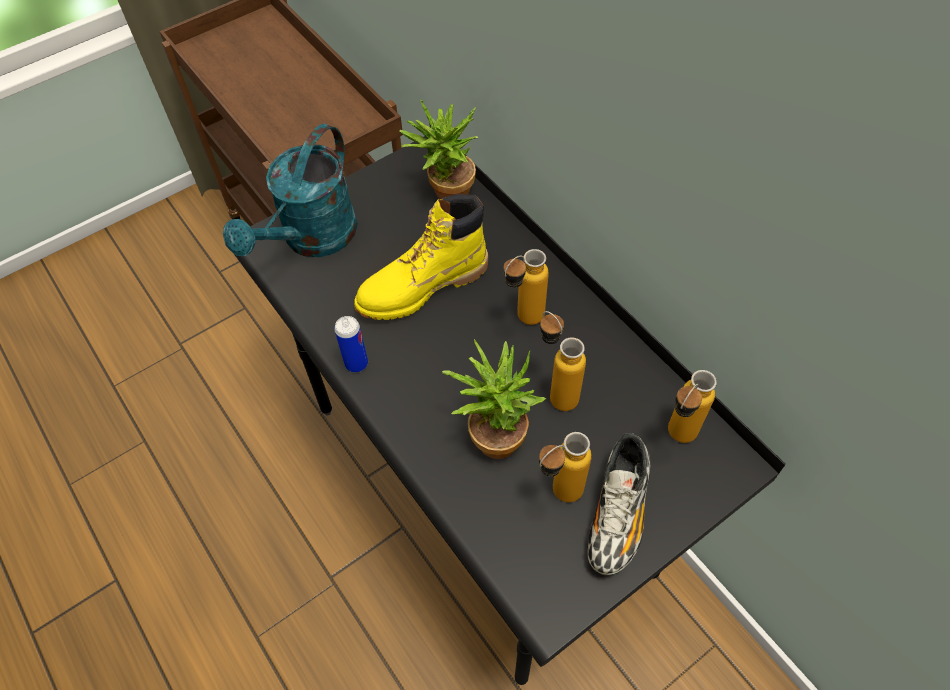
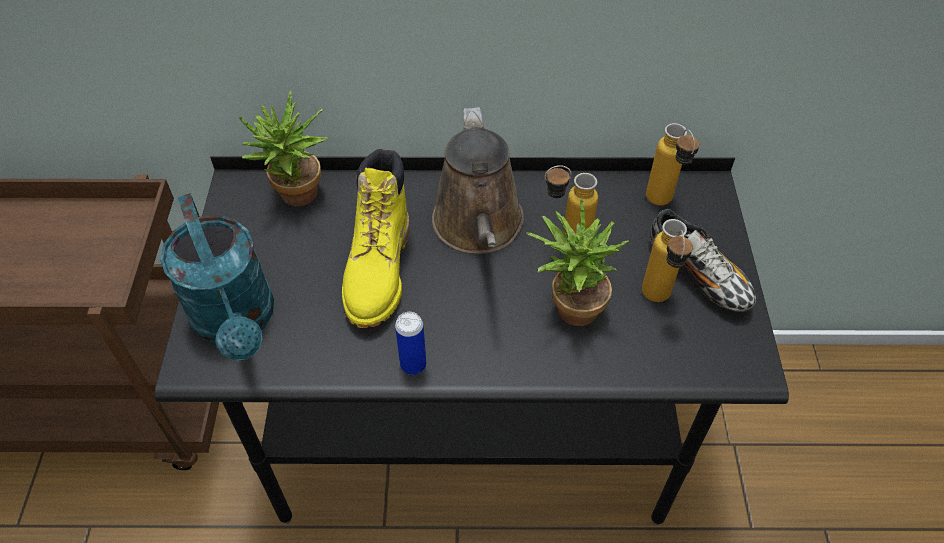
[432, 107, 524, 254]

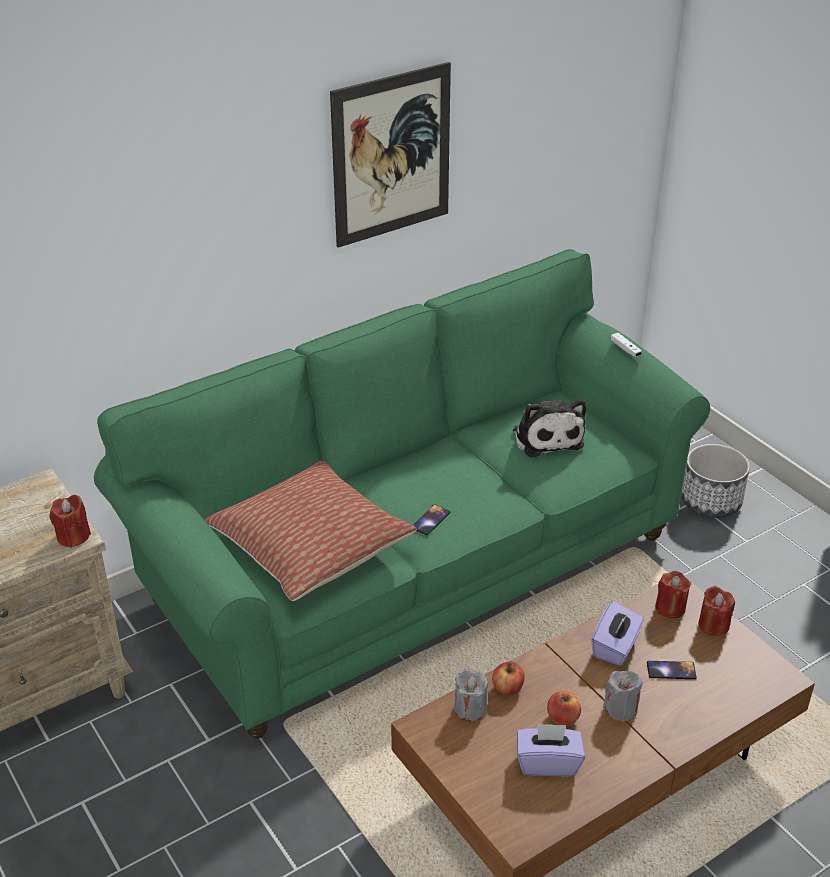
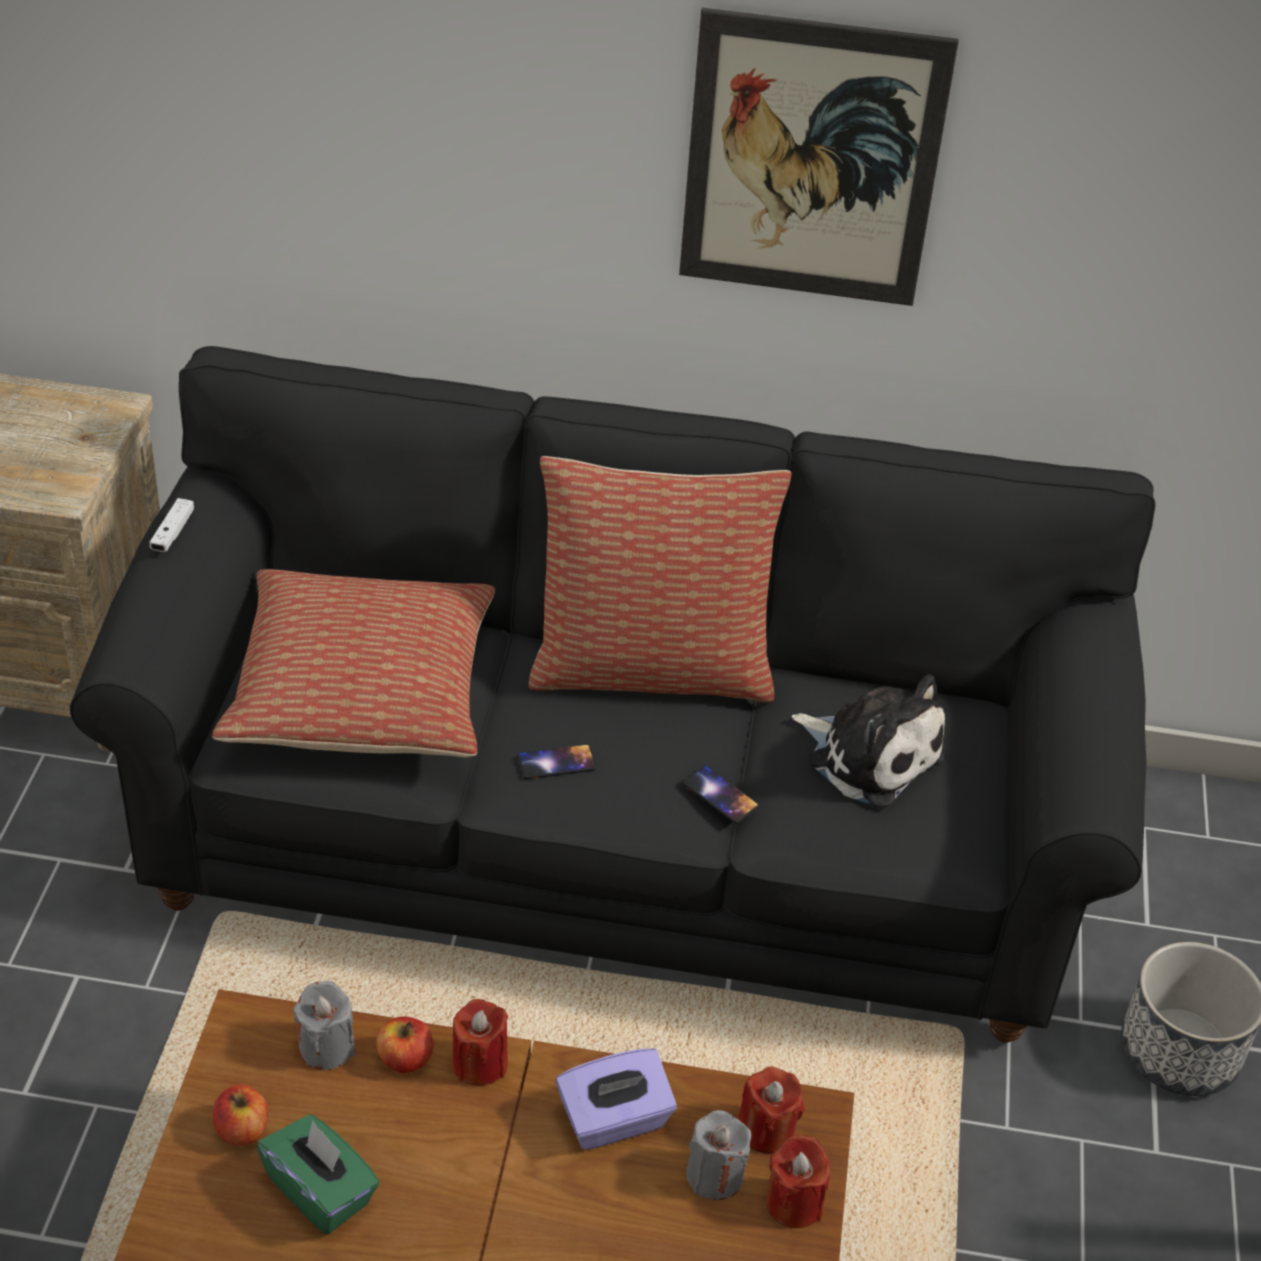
[452, 999, 508, 1086]
[70, 346, 1156, 1043]
[792, 674, 946, 809]
[256, 1114, 380, 1235]
[213, 1085, 268, 1146]
[687, 1110, 751, 1200]
[150, 498, 194, 552]
[682, 766, 759, 824]
[529, 456, 792, 702]

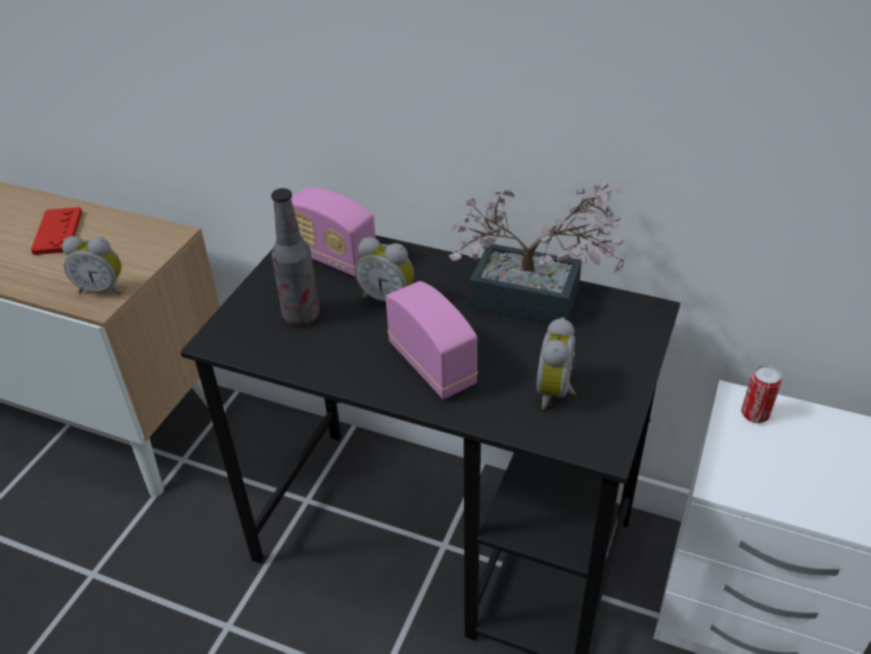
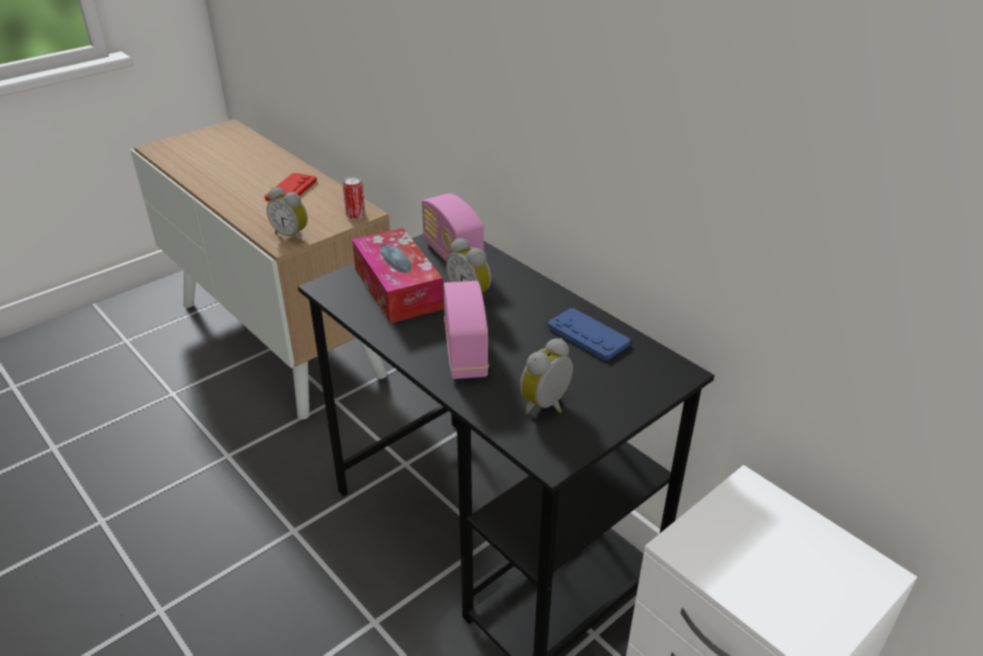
[352, 228, 444, 323]
[547, 308, 631, 361]
[343, 177, 365, 220]

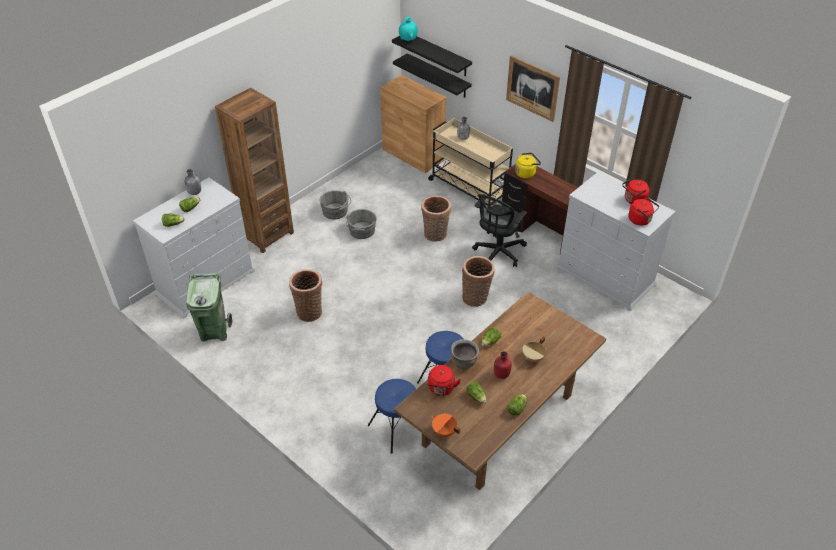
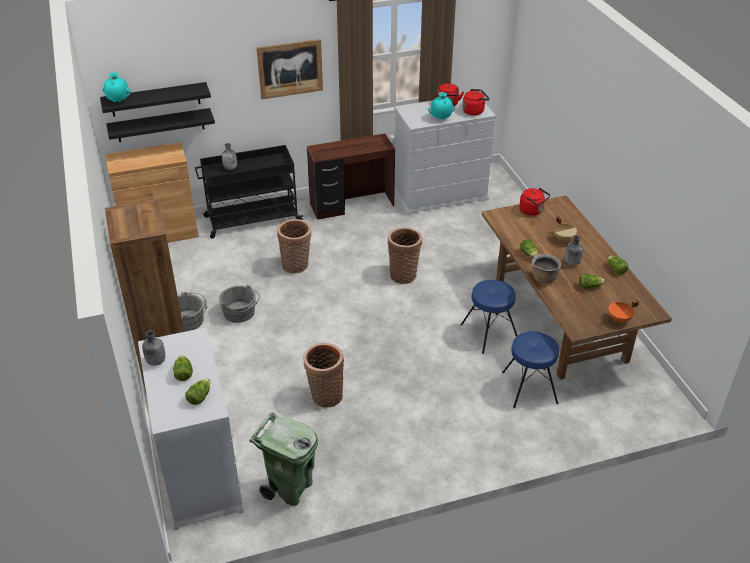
[519, 188, 550, 216]
[195, 145, 303, 238]
[472, 194, 527, 267] (first image)
[565, 236, 583, 266]
[515, 153, 541, 178] (first image)
[429, 92, 455, 119]

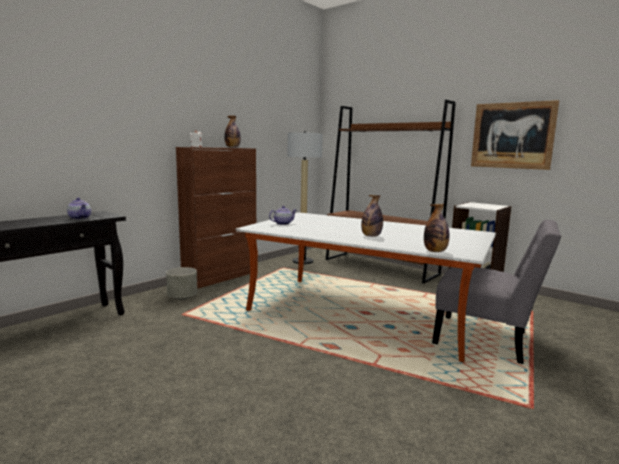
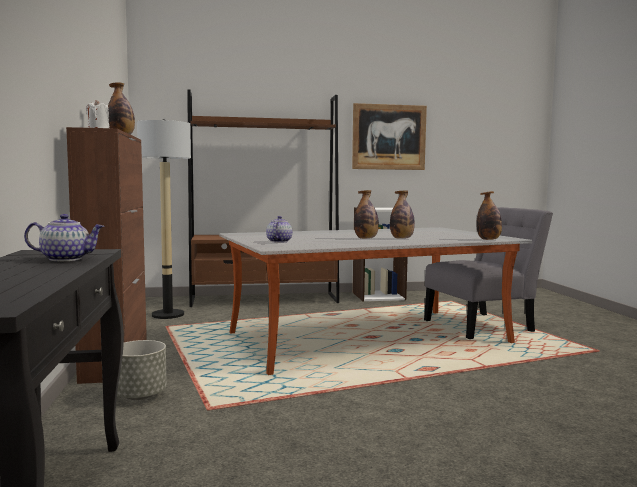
[354, 190, 379, 239]

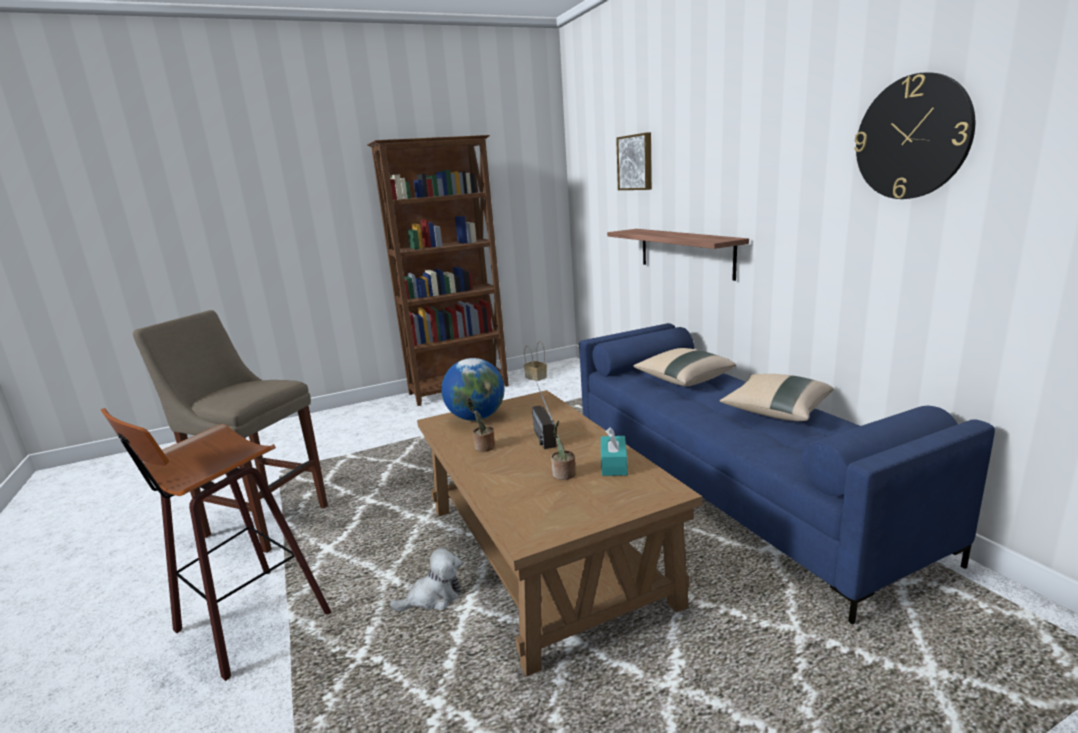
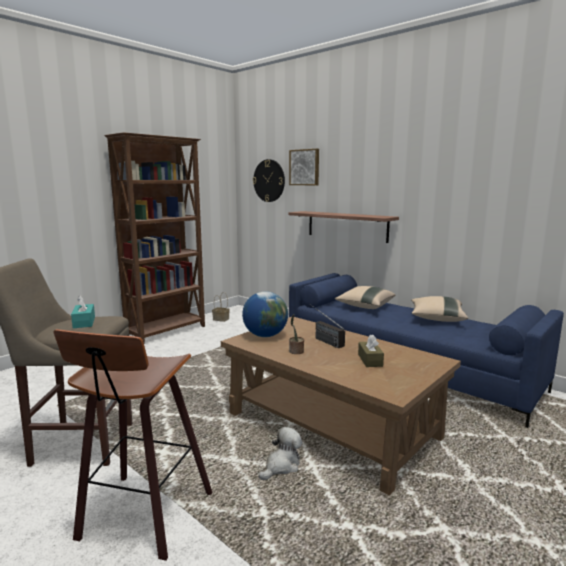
[358, 335, 384, 367]
[71, 296, 95, 328]
[253, 159, 285, 202]

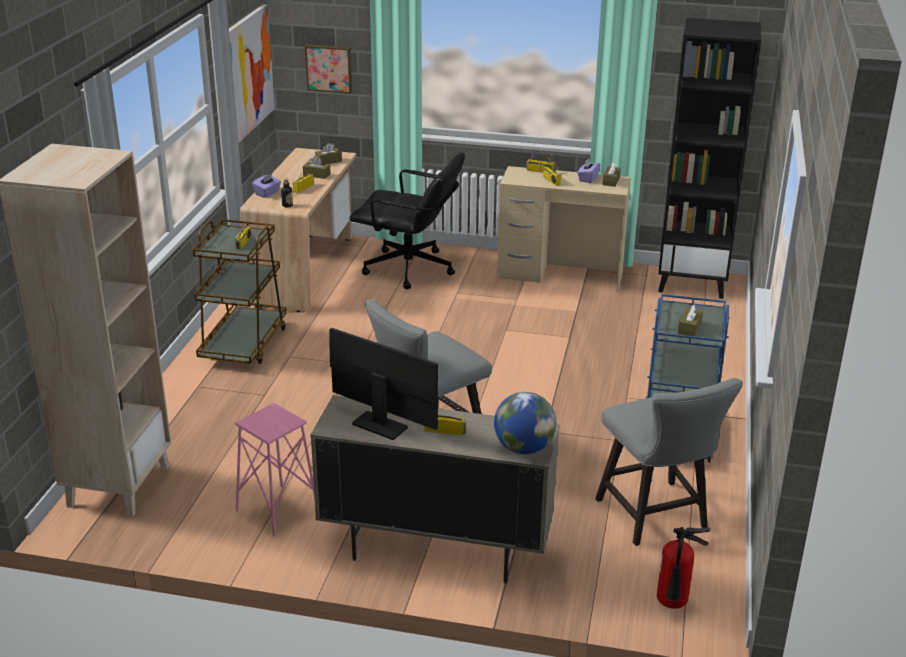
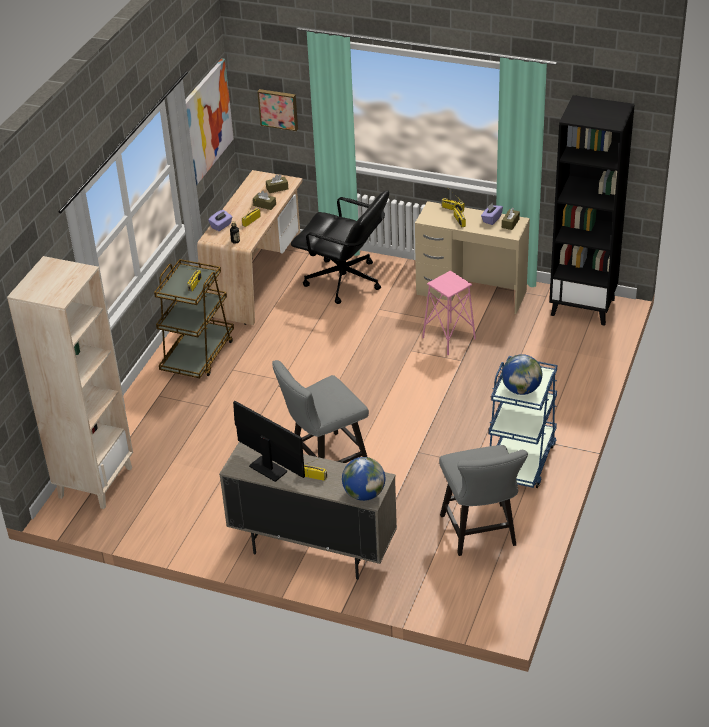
[422, 271, 476, 355]
[657, 527, 710, 609] (first image)
[502, 354, 542, 395]

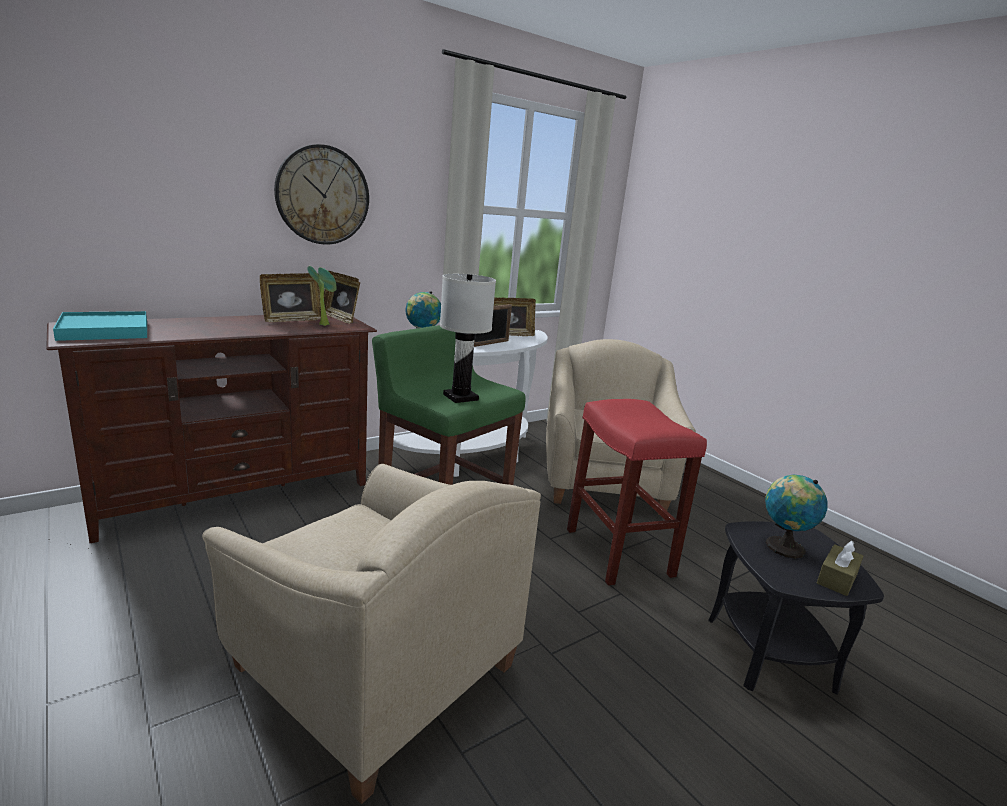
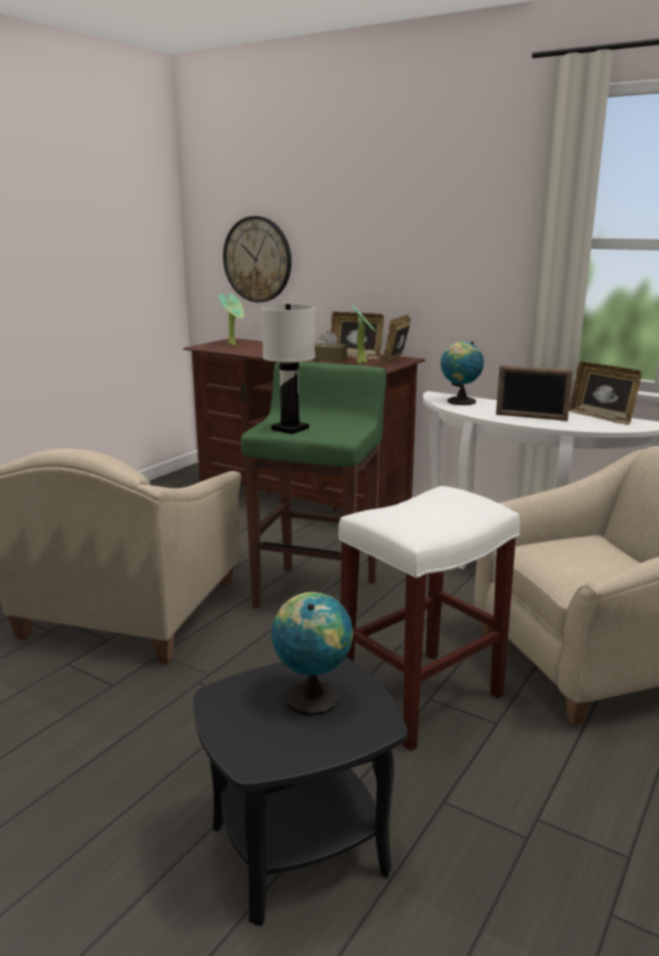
[219, 293, 244, 346]
[223, 216, 292, 302]
[338, 486, 520, 751]
[311, 331, 347, 362]

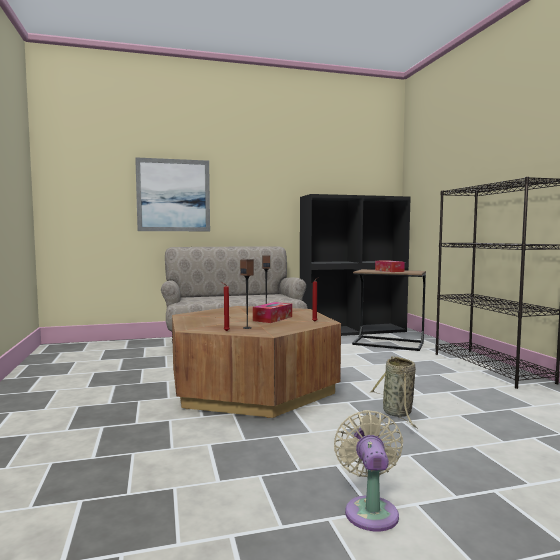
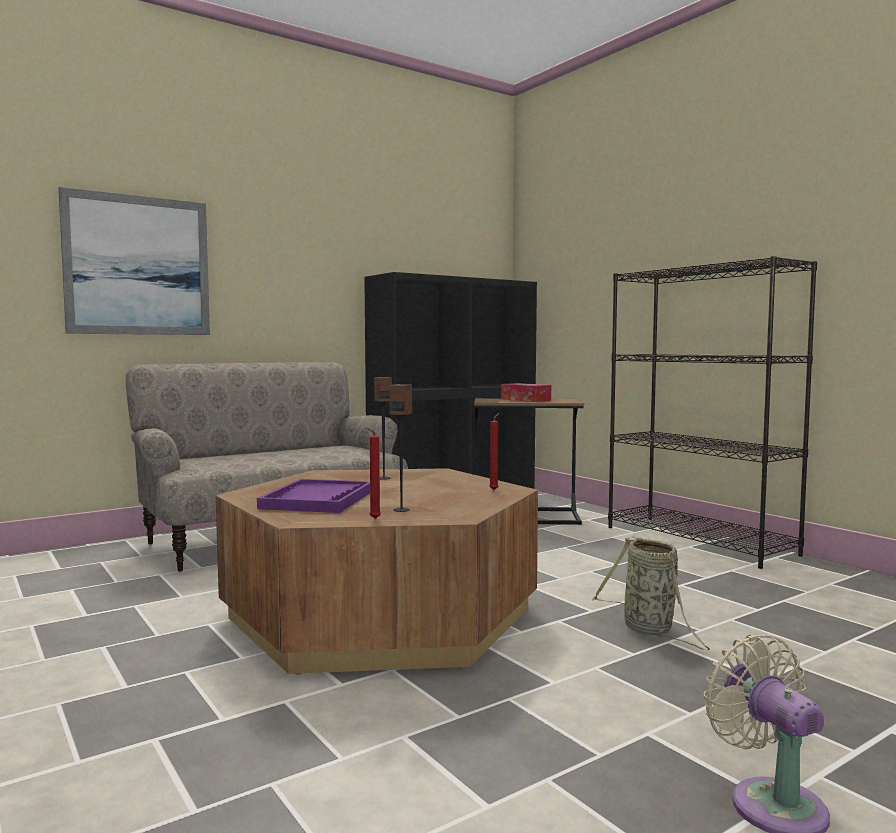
[253, 302, 292, 323] (first image)
[257, 479, 370, 513]

